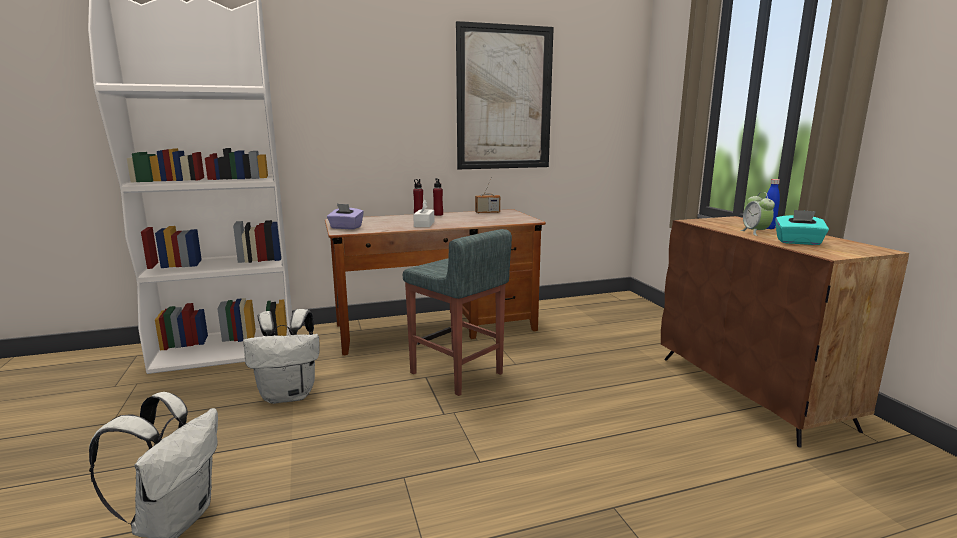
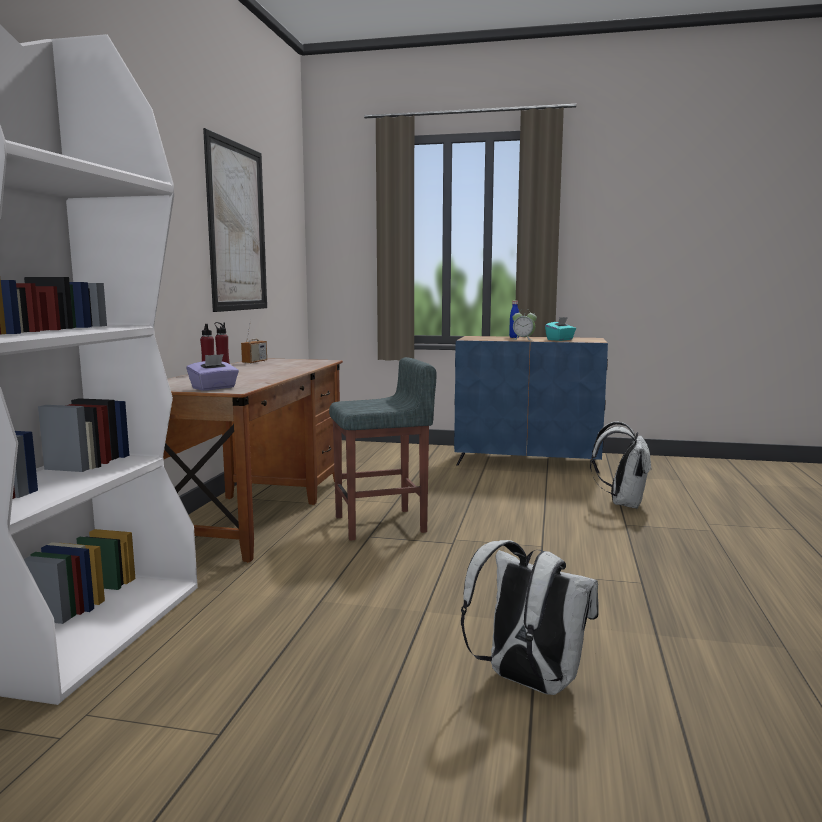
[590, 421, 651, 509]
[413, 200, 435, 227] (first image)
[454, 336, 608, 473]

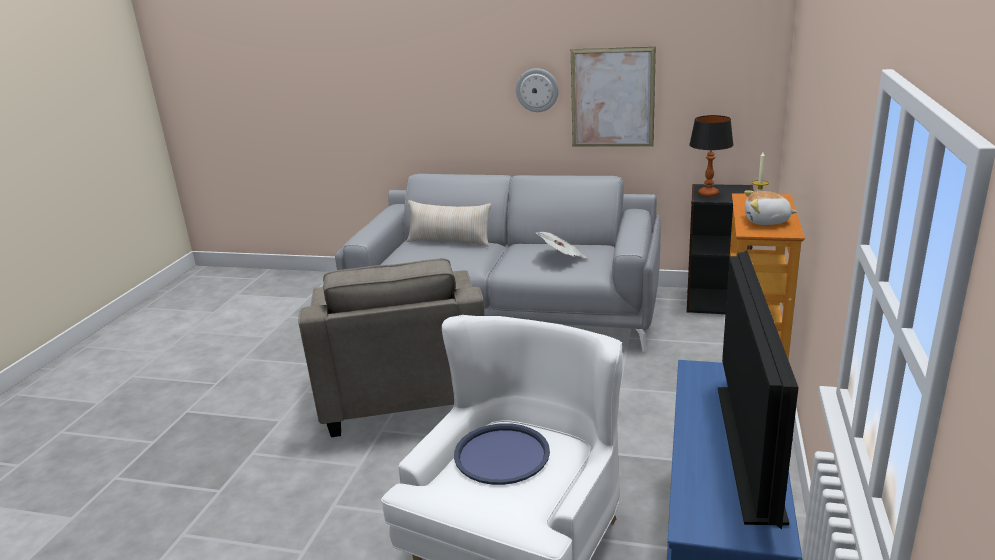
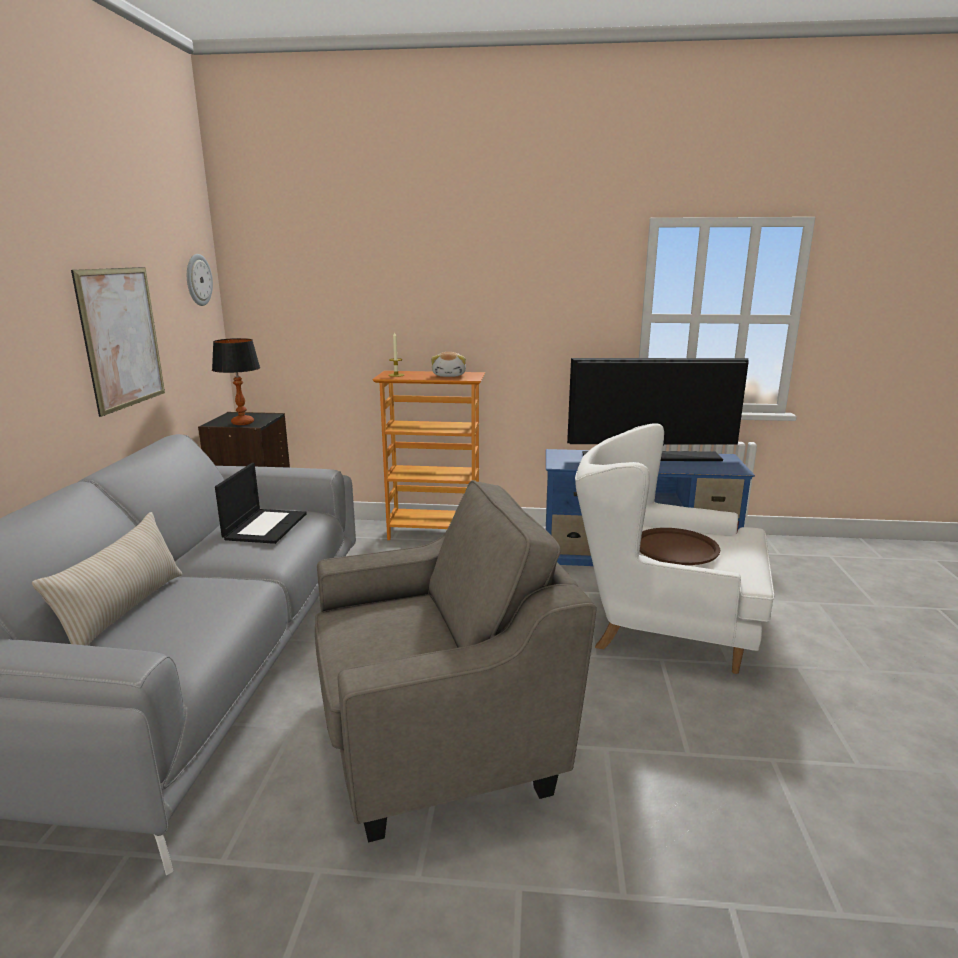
[640, 528, 720, 565]
[187, 254, 213, 306]
[215, 463, 307, 544]

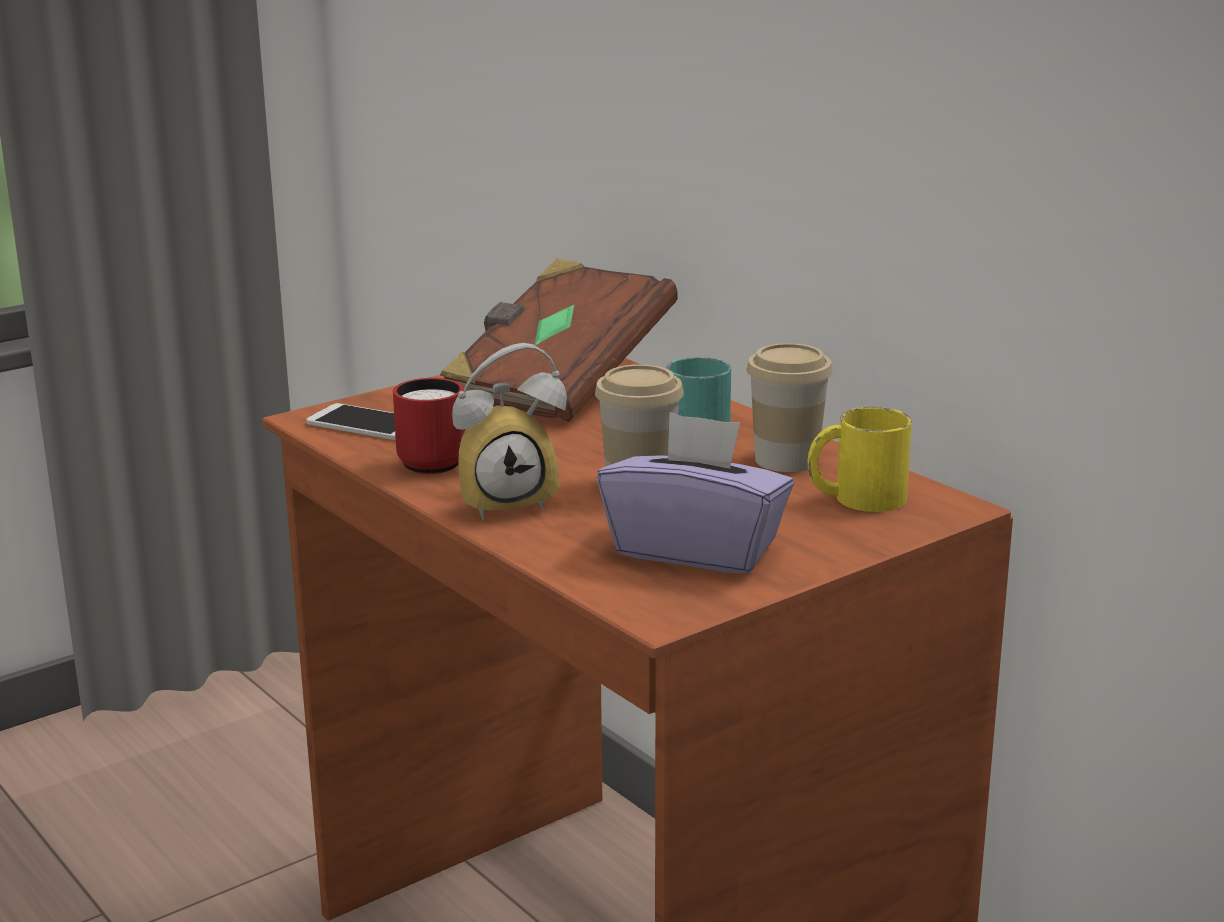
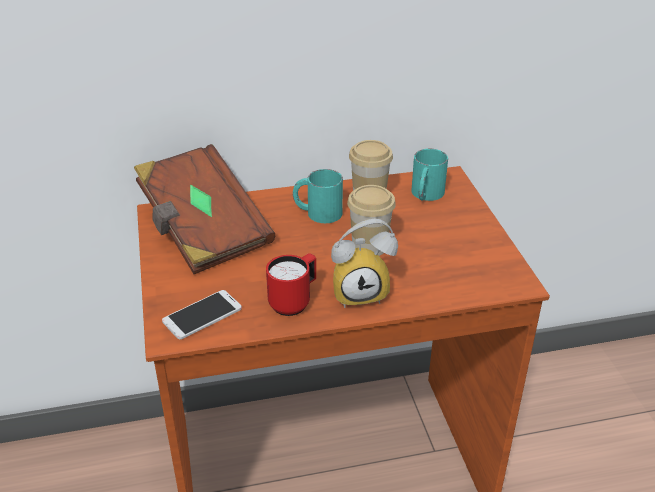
[331, 219, 398, 308]
[597, 412, 794, 574] (first image)
[411, 149, 448, 201]

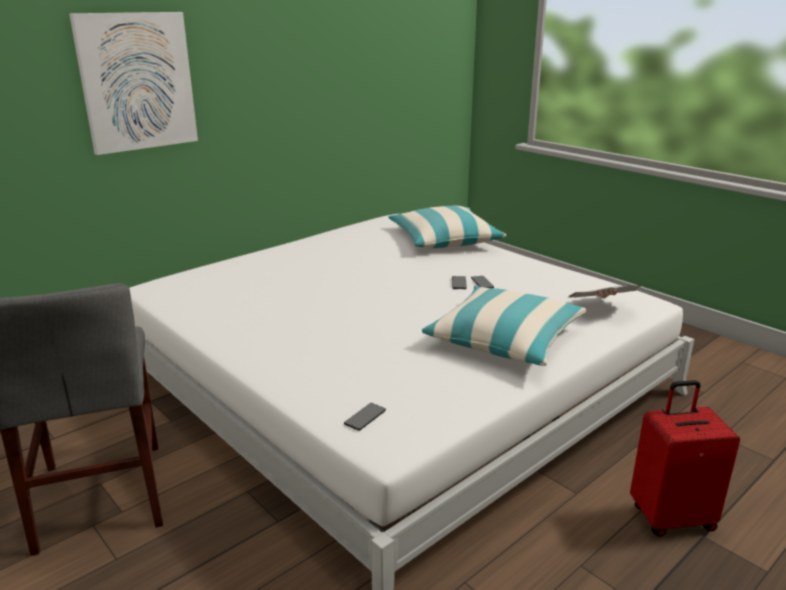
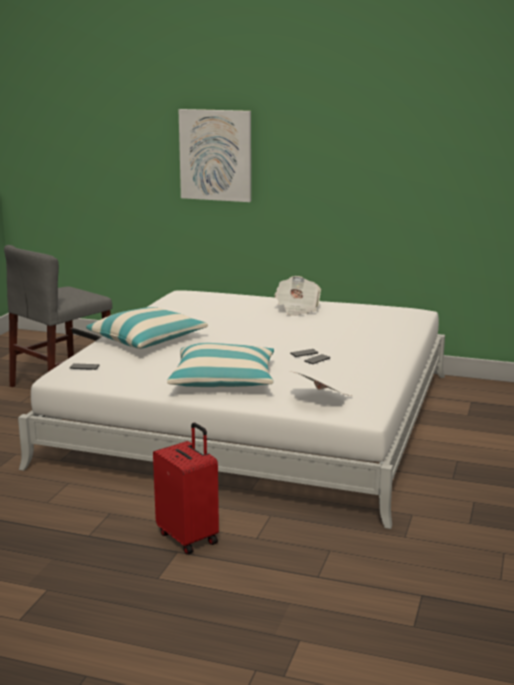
[86, 307, 208, 349]
[274, 276, 321, 316]

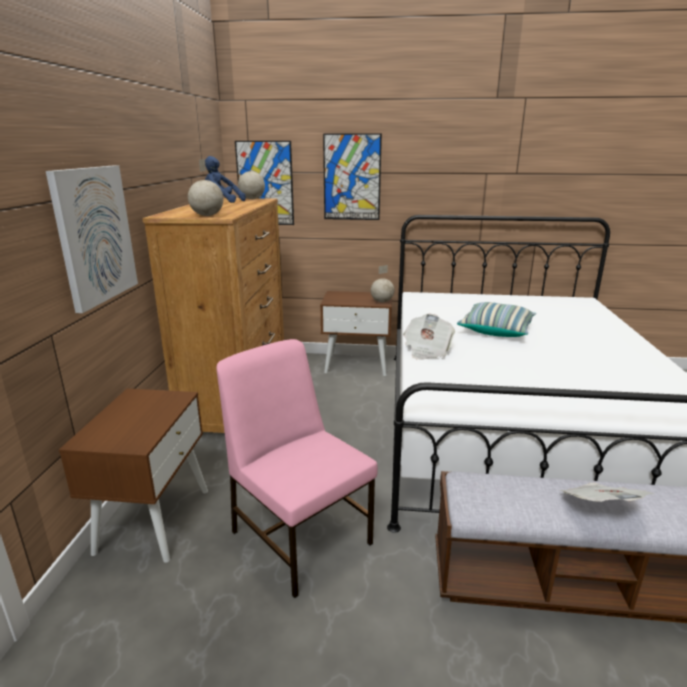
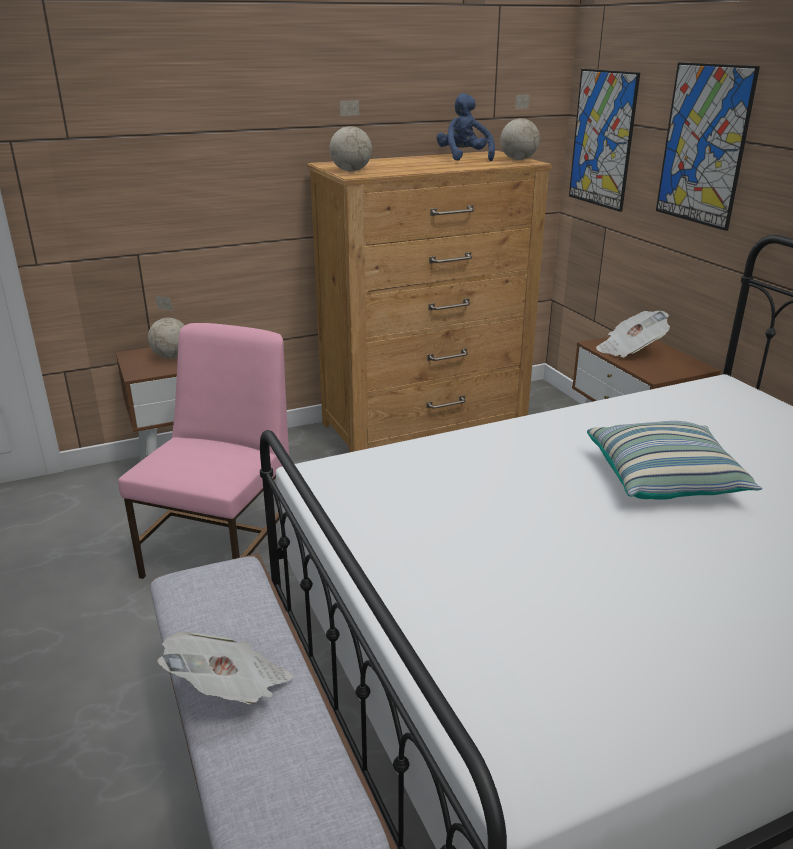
[46, 166, 138, 313] (first image)
[148, 296, 185, 359]
[596, 311, 670, 357]

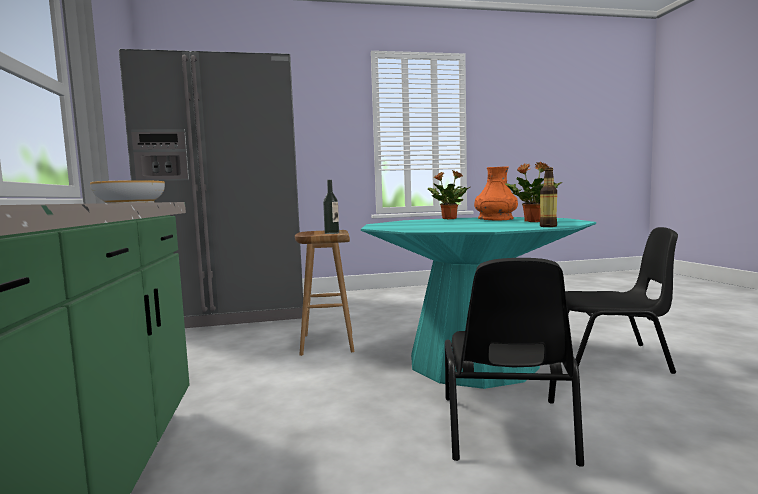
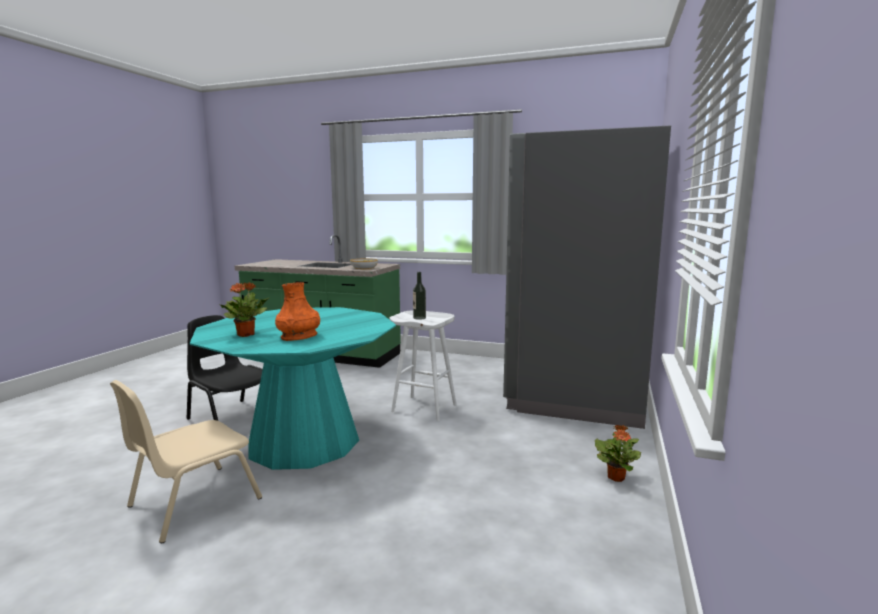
[390, 310, 456, 421]
[595, 425, 641, 482]
[540, 167, 557, 227] (first image)
[110, 380, 262, 543]

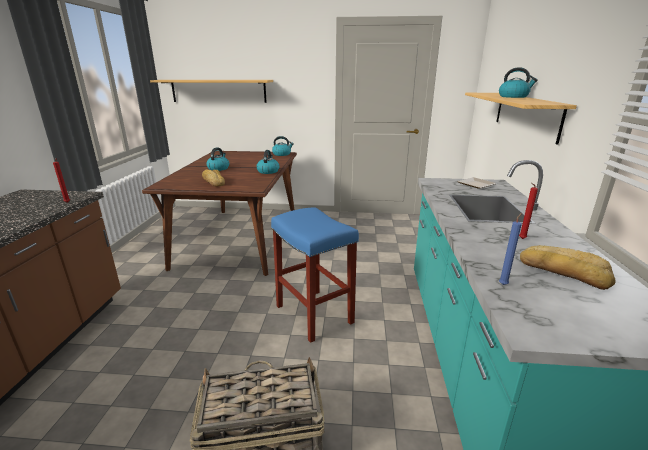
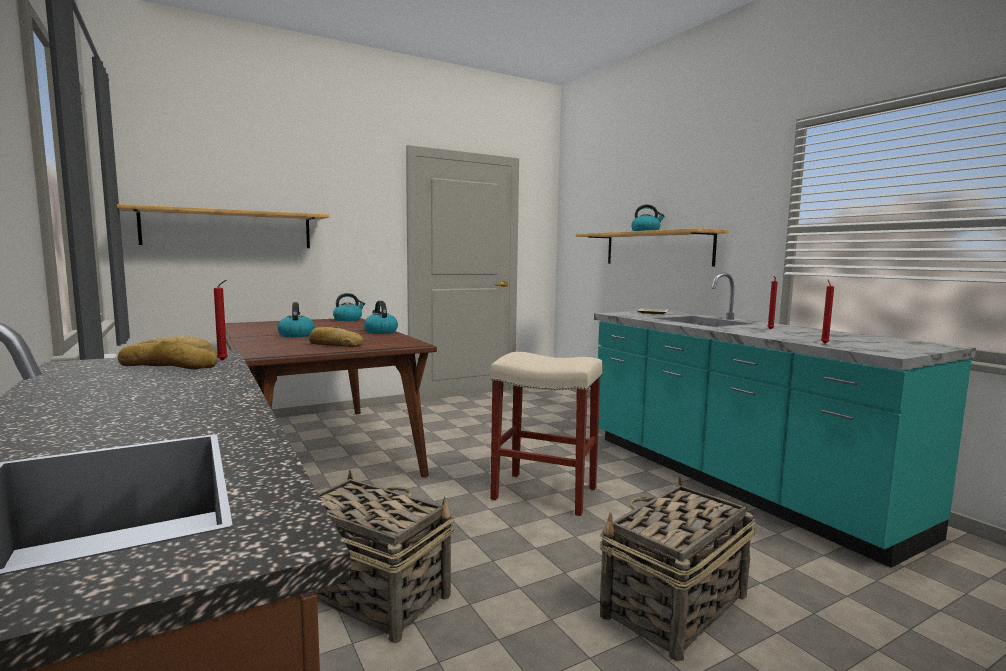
[490, 352, 603, 516]
[821, 280, 834, 344]
[118, 336, 218, 369]
[315, 470, 455, 643]

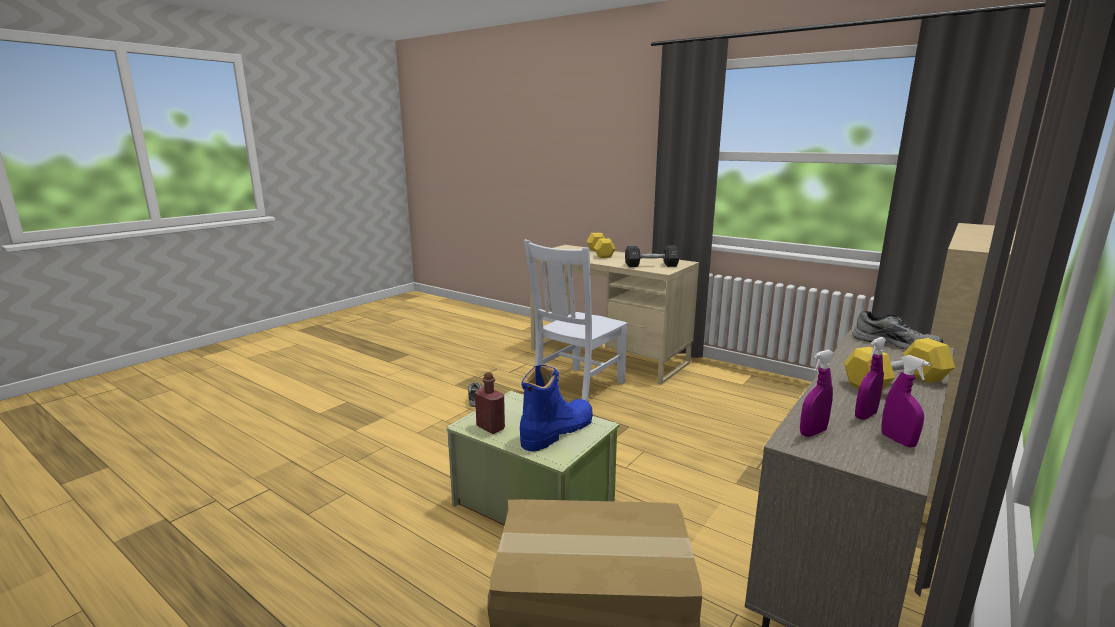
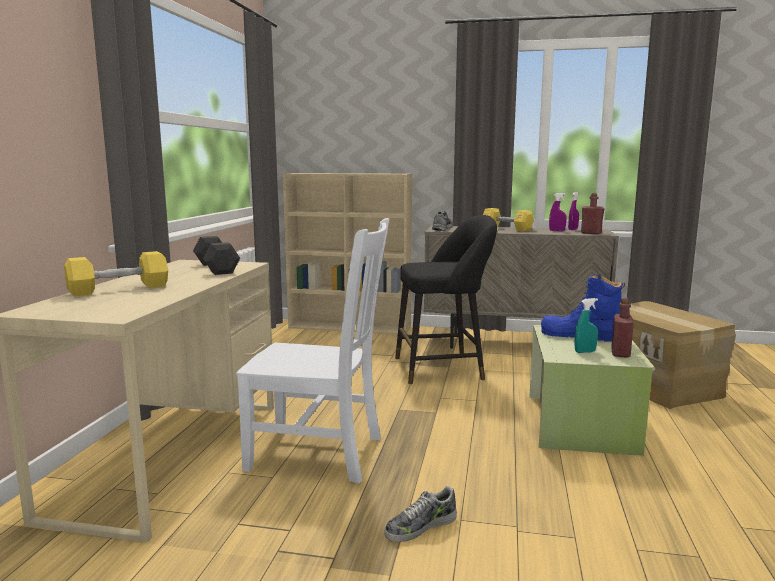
[581, 193, 604, 234]
[395, 215, 497, 385]
[575, 298, 598, 353]

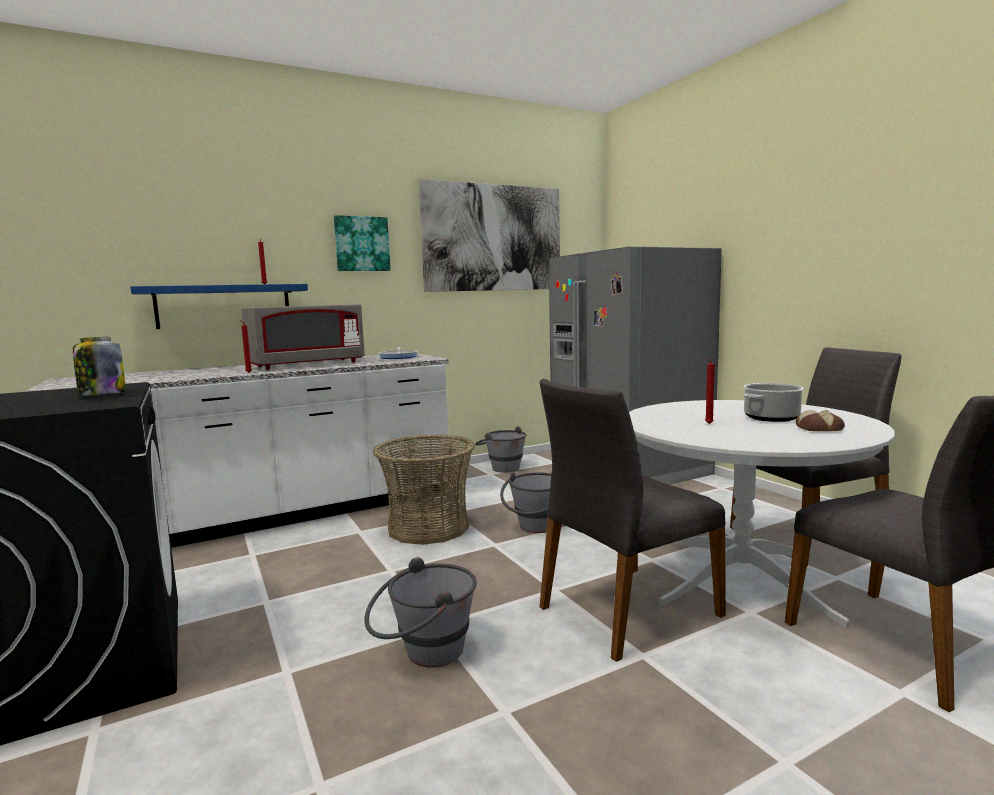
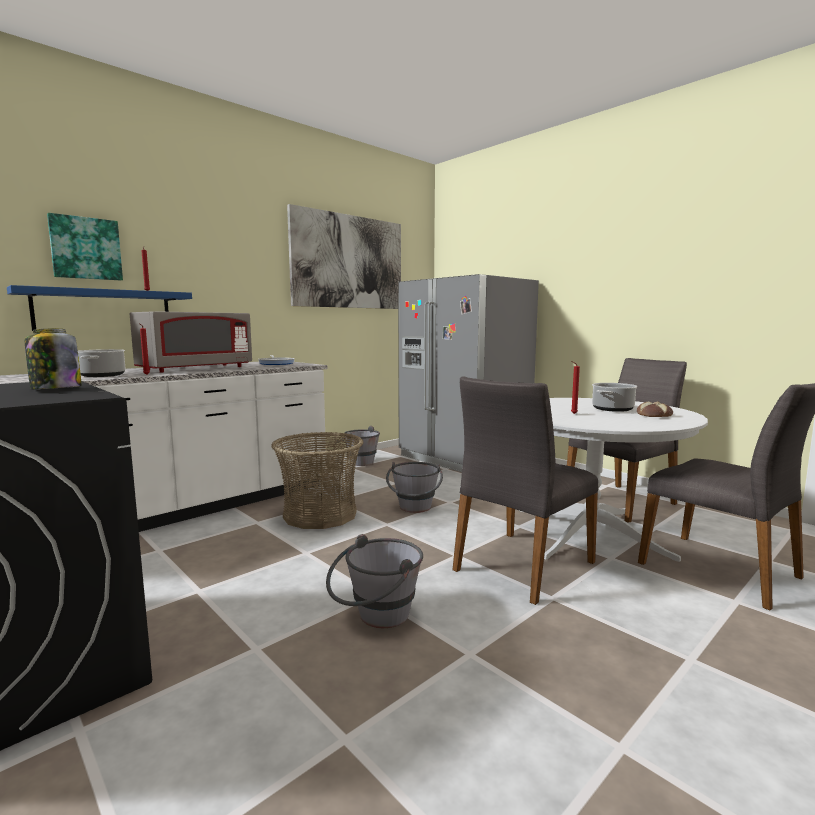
[47, 213, 123, 281]
[78, 349, 126, 377]

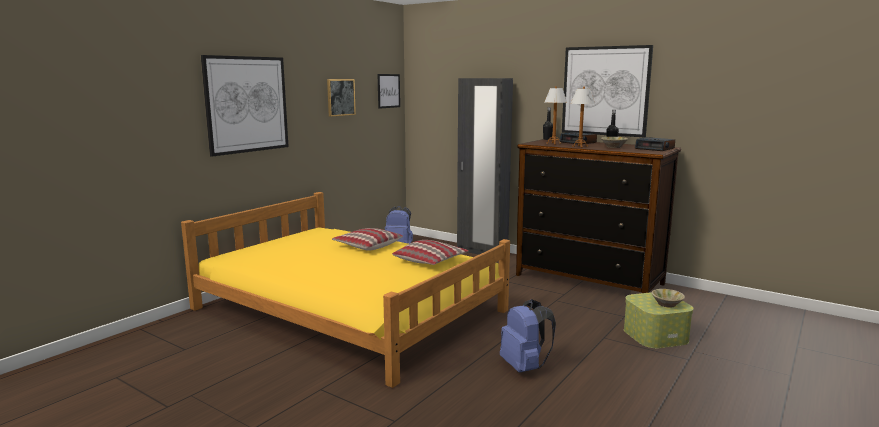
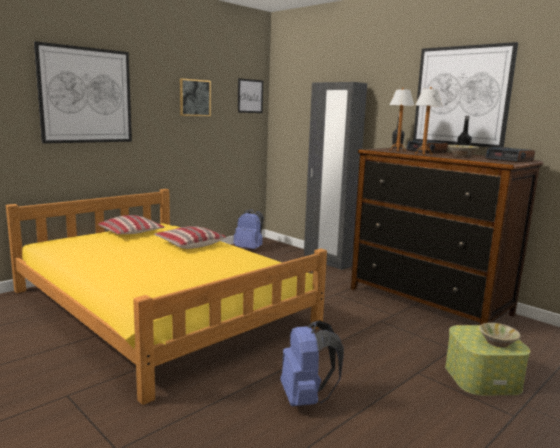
[98, 215, 165, 234]

